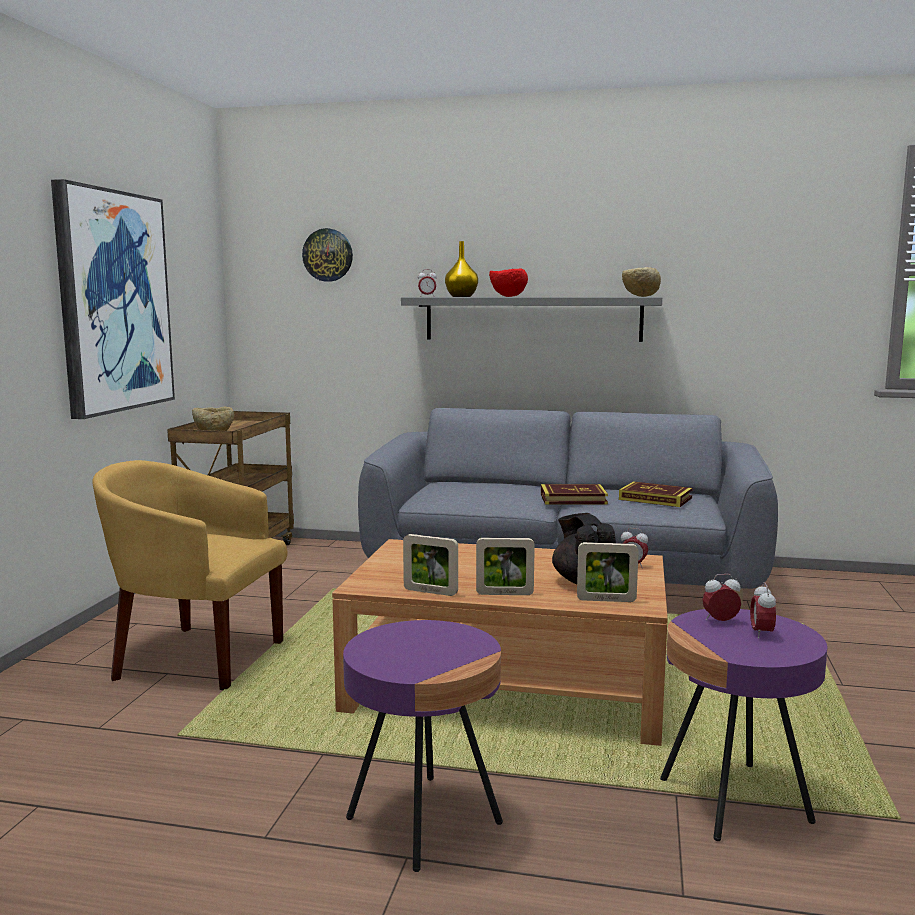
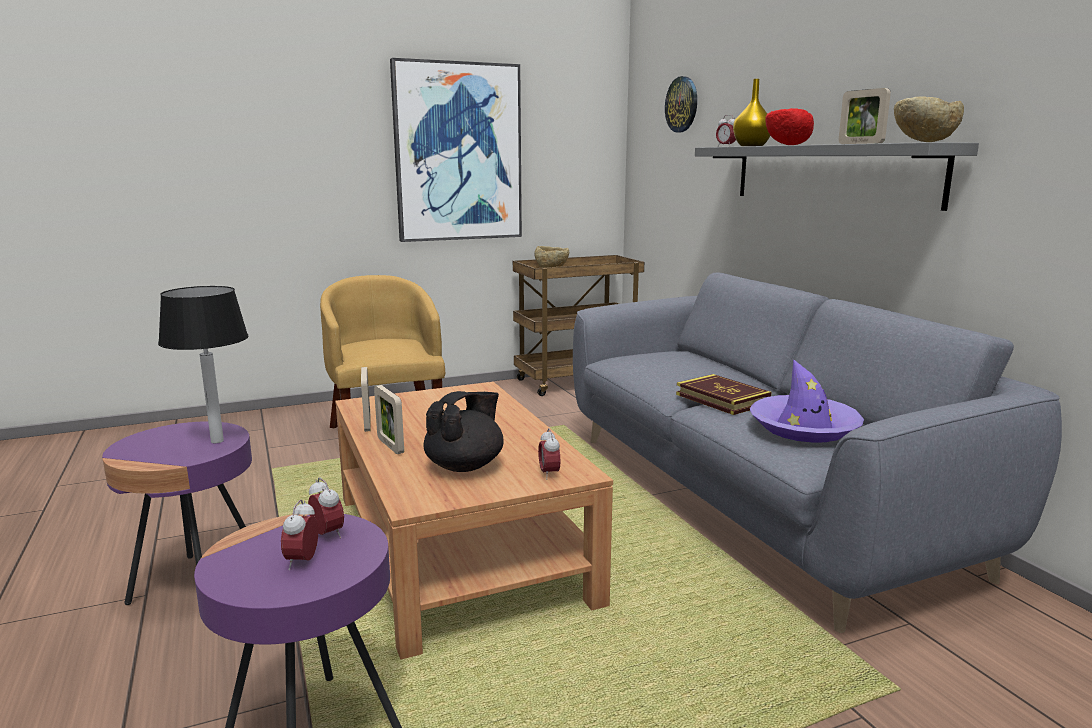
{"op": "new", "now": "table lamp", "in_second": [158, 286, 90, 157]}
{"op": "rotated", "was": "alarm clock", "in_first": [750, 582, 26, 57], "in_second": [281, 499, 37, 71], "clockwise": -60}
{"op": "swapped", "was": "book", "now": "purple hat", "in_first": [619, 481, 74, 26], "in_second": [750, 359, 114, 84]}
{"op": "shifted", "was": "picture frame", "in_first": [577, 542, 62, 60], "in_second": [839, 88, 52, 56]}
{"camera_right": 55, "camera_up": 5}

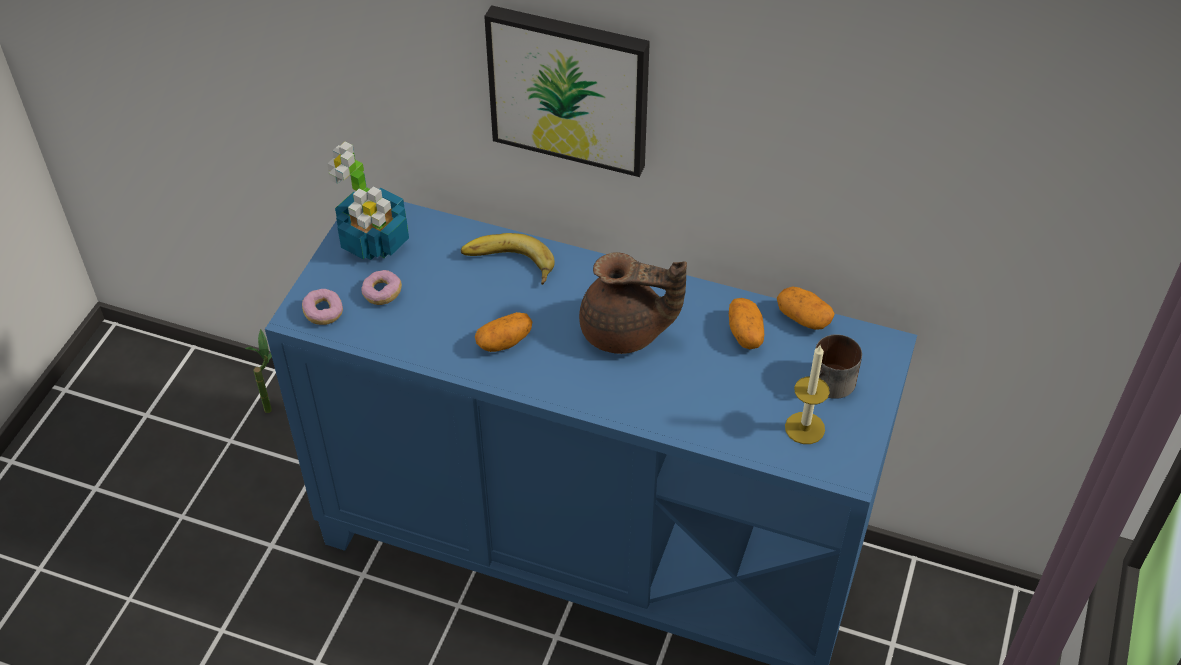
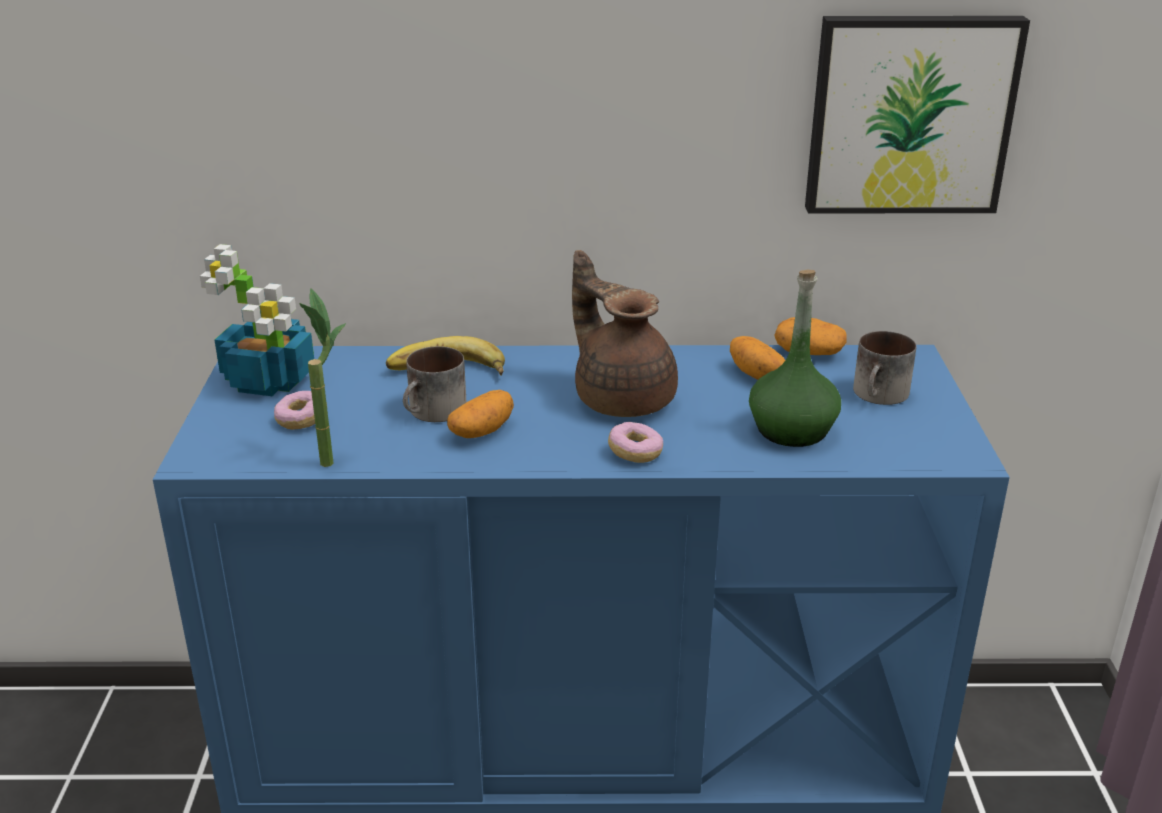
{"op": "shifted", "was": "potted plant", "in_first": [245, 329, 27, 84], "in_second": [300, 288, 46, 179]}
{"op": "new", "now": "mug", "in_second": [403, 346, 63, 76]}
{"op": "rotated", "was": "brown teapot", "in_first": [579, 252, 108, 102], "in_second": [572, 250, 106, 167], "clockwise": -120}
{"op": "shifted", "was": "donut", "in_first": [302, 289, 41, 36], "in_second": [608, 422, 55, 41]}
{"op": "new", "now": "green bottle", "in_second": [749, 270, 92, 177]}
{"op": "shifted", "was": "picture", "in_first": [484, 5, 166, 172], "in_second": [805, 16, 225, 198]}
{"op": "gone", "was": "candle", "in_first": [785, 344, 45, 100]}
{"camera_right": -20, "camera_up": -20}

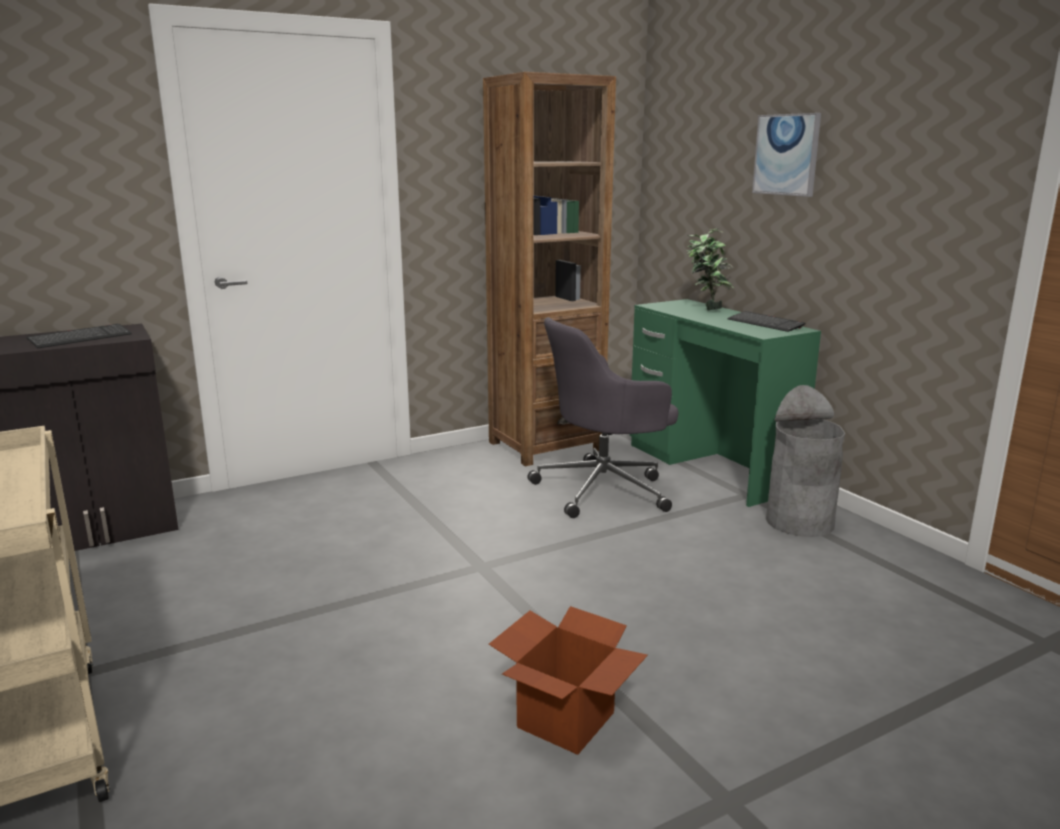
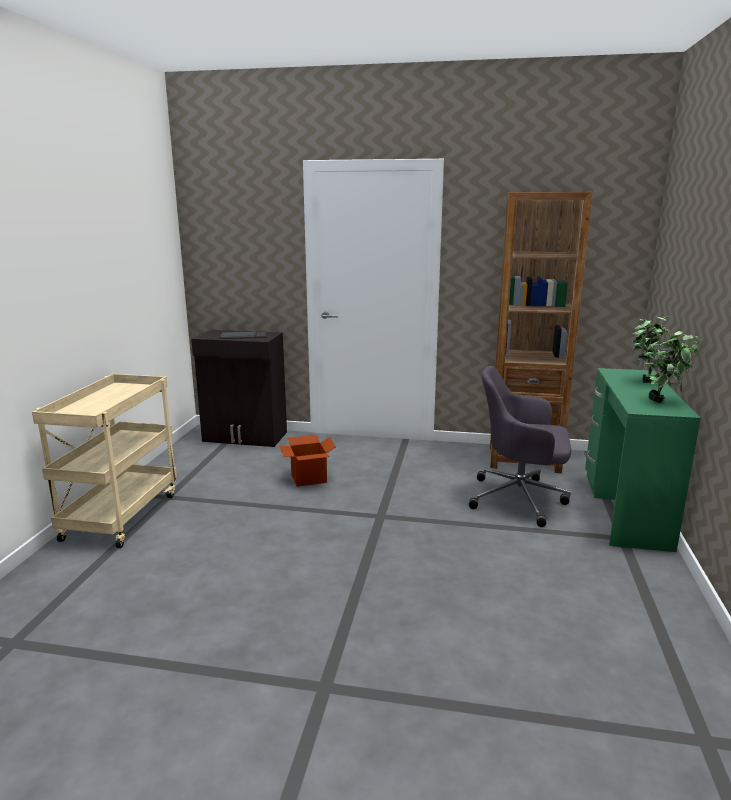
{"op": "shifted", "was": "cardboard box", "in_first": [489, 606, 159, 149], "in_second": [279, 435, 57, 52]}
{"op": "swapped", "was": "keyboard", "now": "potted plant", "in_first": [727, 311, 78, 21], "in_second": [644, 331, 58, 72]}
{"op": "gone", "was": "picture", "in_first": [752, 113, 69, 84]}
{"op": "gone", "was": "grey trash can", "in_first": [766, 385, 79, 152]}
{"camera_right": 40, "camera_up": 0}

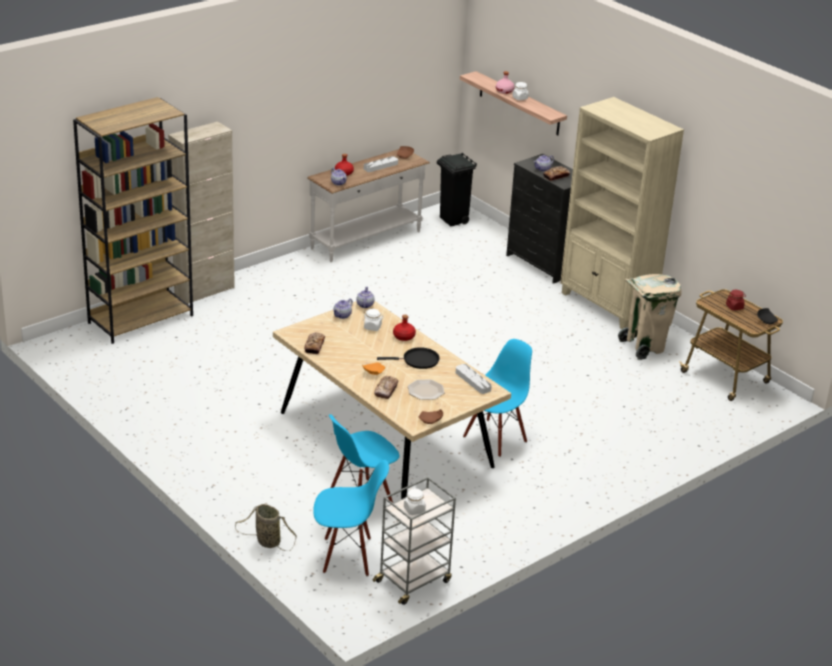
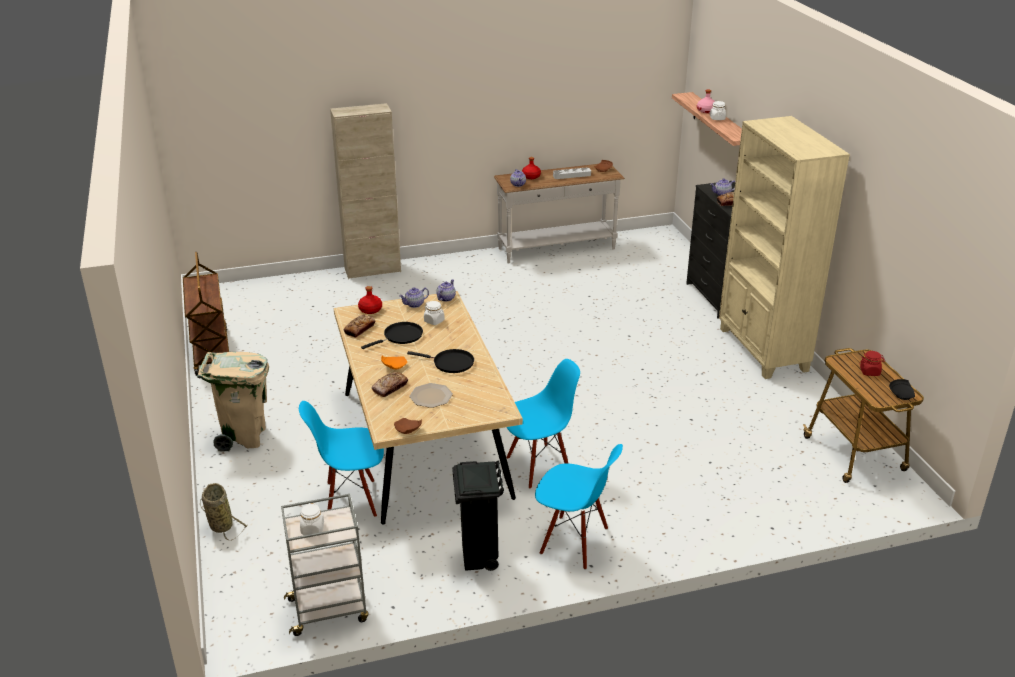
{"op": "new", "now": "brown cart", "in_second": [183, 252, 46, 124]}
{"op": "shifted", "was": "beige trash can", "in_first": [618, 274, 64, 86], "in_second": [197, 352, 72, 99]}
{"op": "shifted", "was": "red bottle", "in_first": [393, 315, 23, 26], "in_second": [358, 286, 24, 28]}
{"op": "new", "now": "black frying pan", "in_second": [361, 322, 62, 27]}
{"op": "shifted", "was": "black trash can", "in_first": [437, 153, 40, 73], "in_second": [452, 460, 52, 111]}
{"op": "shifted", "was": "blue chair", "in_first": [313, 460, 76, 117], "in_second": [535, 444, 88, 126]}
{"op": "gone", "was": "brown bookcase", "in_first": [73, 97, 120, 247]}
{"op": "gone", "was": "grey tray", "in_first": [456, 364, 36, 30]}
{"camera_right": 25, "camera_up": 0}

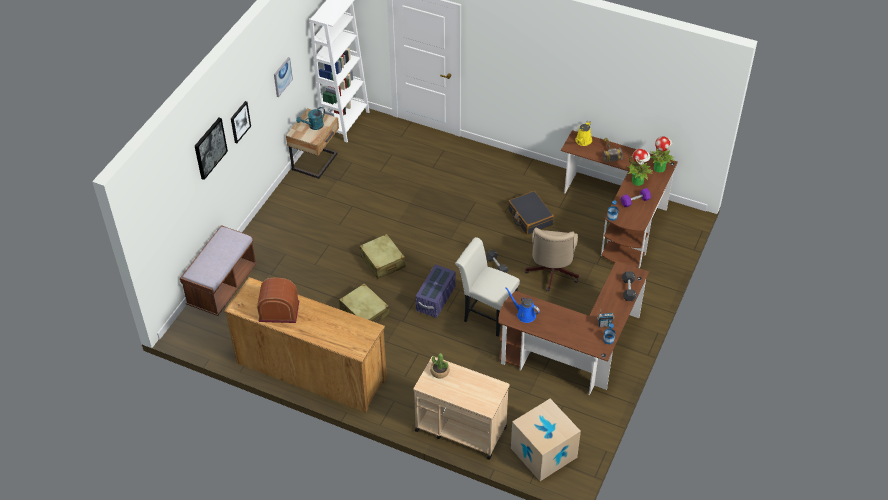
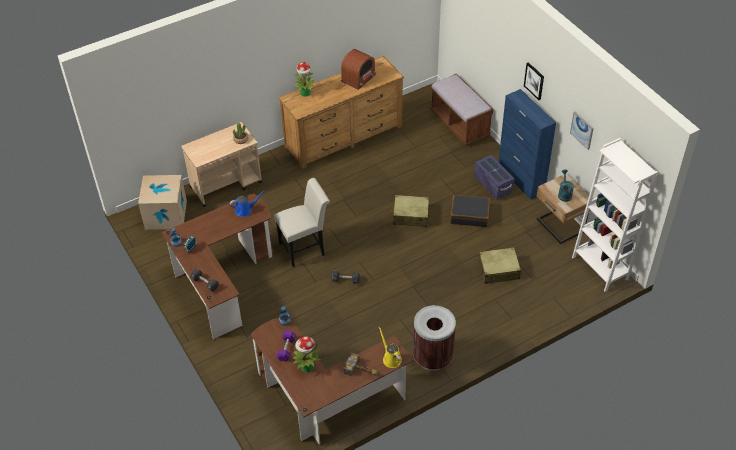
{"op": "shifted", "was": "potted plant", "in_first": [649, 136, 26, 37], "in_second": [294, 62, 21, 35]}
{"op": "new", "now": "brown trash can", "in_second": [413, 305, 43, 66]}
{"op": "shifted", "was": "black suitcase", "in_first": [508, 191, 46, 44], "in_second": [450, 195, 40, 32]}
{"op": "shifted", "was": "purple storage box", "in_first": [416, 264, 40, 54], "in_second": [474, 155, 41, 45]}
{"op": "shifted", "was": "beige suitcase", "in_first": [339, 283, 50, 40], "in_second": [479, 247, 42, 37]}
{"op": "new", "now": "blue cabinet", "in_second": [498, 89, 58, 111]}
{"op": "gone", "was": "picture", "in_first": [195, 118, 33, 62]}
{"op": "gone", "was": "beige office chair", "in_first": [525, 228, 54, 64]}
{"camera_right": 125, "camera_up": 0}

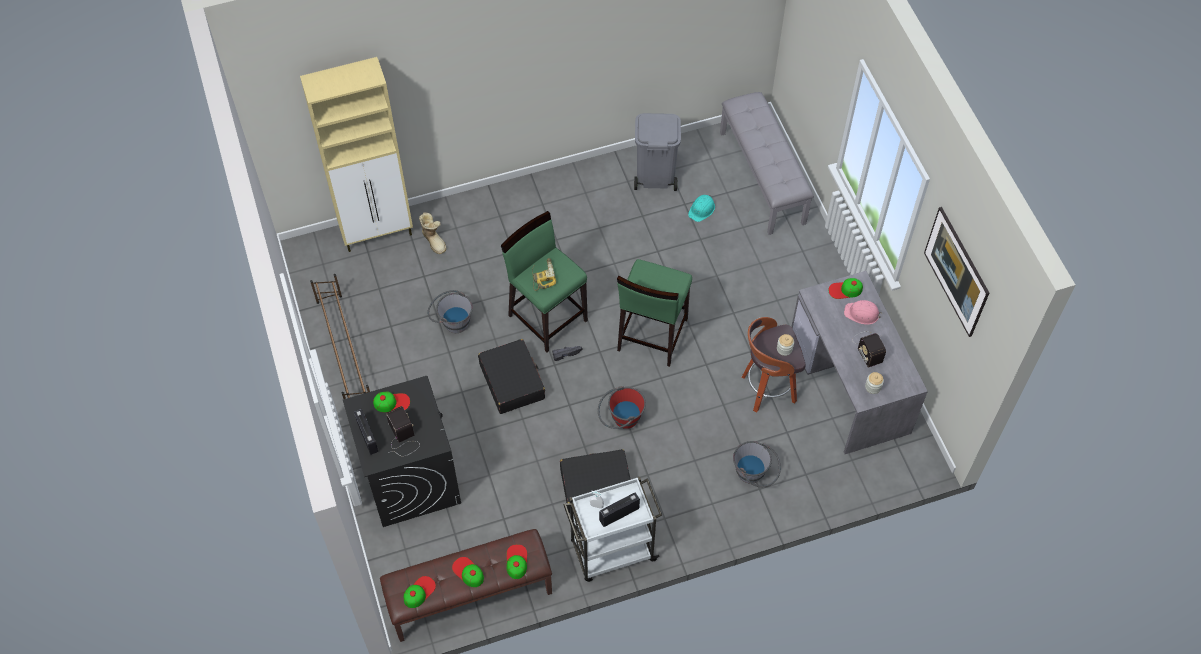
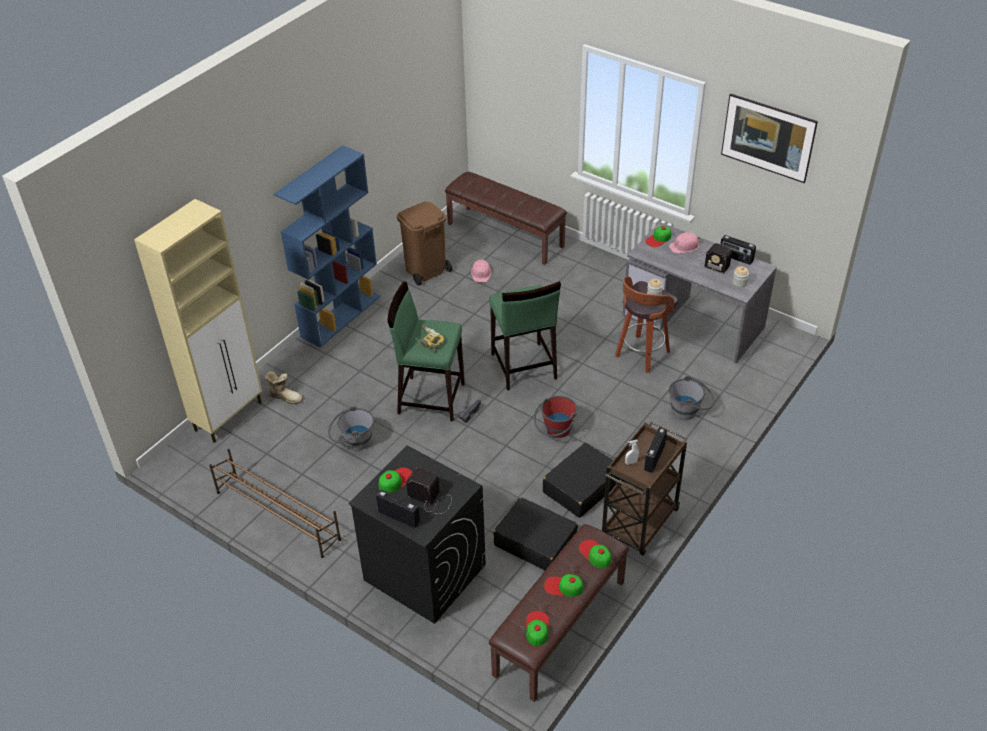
{"op": "new", "now": "blue bookcase", "in_second": [274, 145, 107, 202]}
{"op": "repainted", "was": "grey trash can", "now": "brown trash can", "in_first": [634, 113, 47, 78], "in_second": [397, 201, 55, 85]}
{"op": "repainted", "was": "grey bench", "now": "brown bench", "in_first": [720, 92, 94, 143], "in_second": [445, 172, 122, 93]}
{"op": "repainted", "was": "turquoise hard hat", "now": "pink hard hat", "in_first": [688, 195, 27, 27], "in_second": [471, 259, 20, 23]}
{"op": "shifted", "was": "black suitcase", "in_first": [478, 339, 67, 75], "in_second": [493, 497, 85, 73]}
{"op": "repainted", "was": "white cart", "now": "brown cart", "in_first": [563, 477, 99, 105], "in_second": [602, 421, 85, 135]}
{"op": "new", "now": "radio", "in_second": [721, 235, 35, 30]}
{"camera_right": -35, "camera_up": -15}

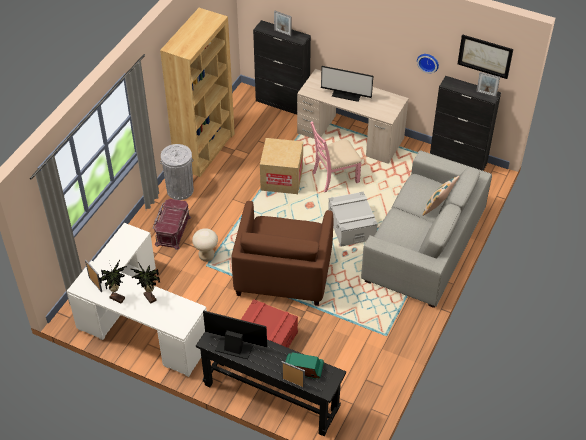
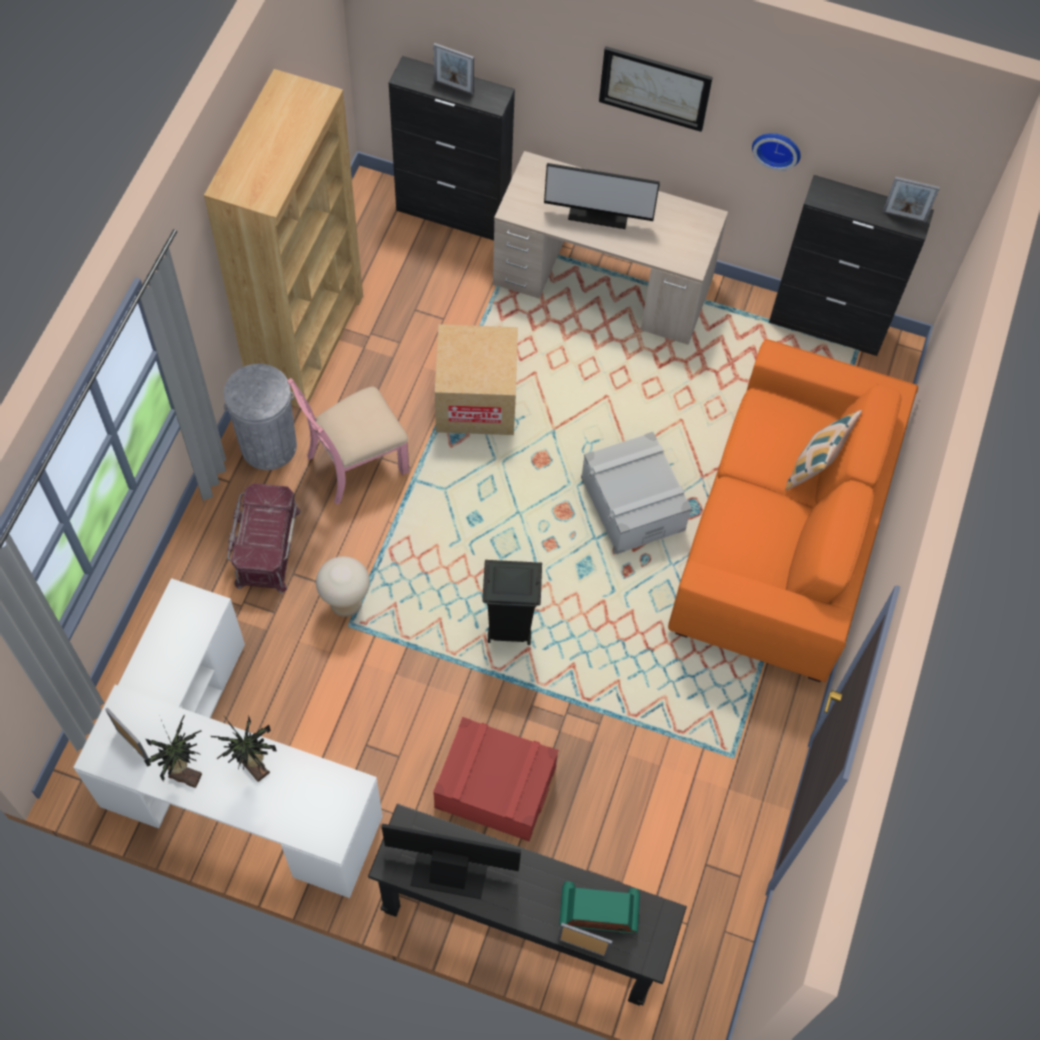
{"op": "shifted", "was": "pink chair", "in_first": [310, 121, 52, 71], "in_second": [287, 378, 122, 127]}
{"op": "swapped", "was": "brown armchair", "now": "black trash can", "in_first": [231, 201, 103, 105], "in_second": [482, 560, 60, 85]}
{"op": "shifted", "was": "picture", "in_first": [458, 34, 55, 45], "in_second": [599, 46, 114, 86]}
{"op": "repainted", "was": "grey sofa", "now": "orange sofa", "in_first": [361, 150, 131, 158], "in_second": [668, 339, 250, 343]}
{"camera_right": -10, "camera_up": 15}

